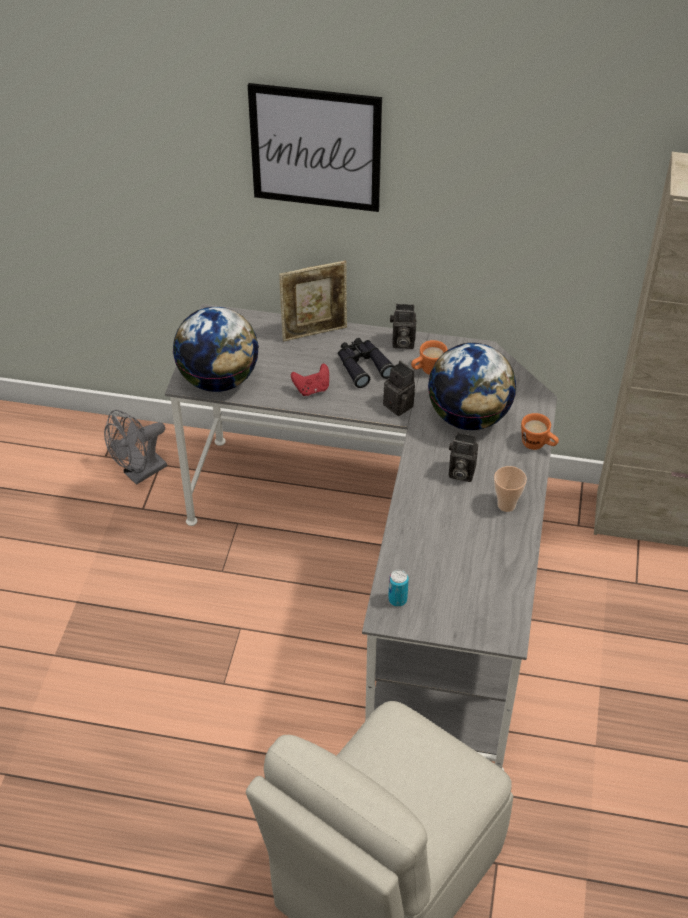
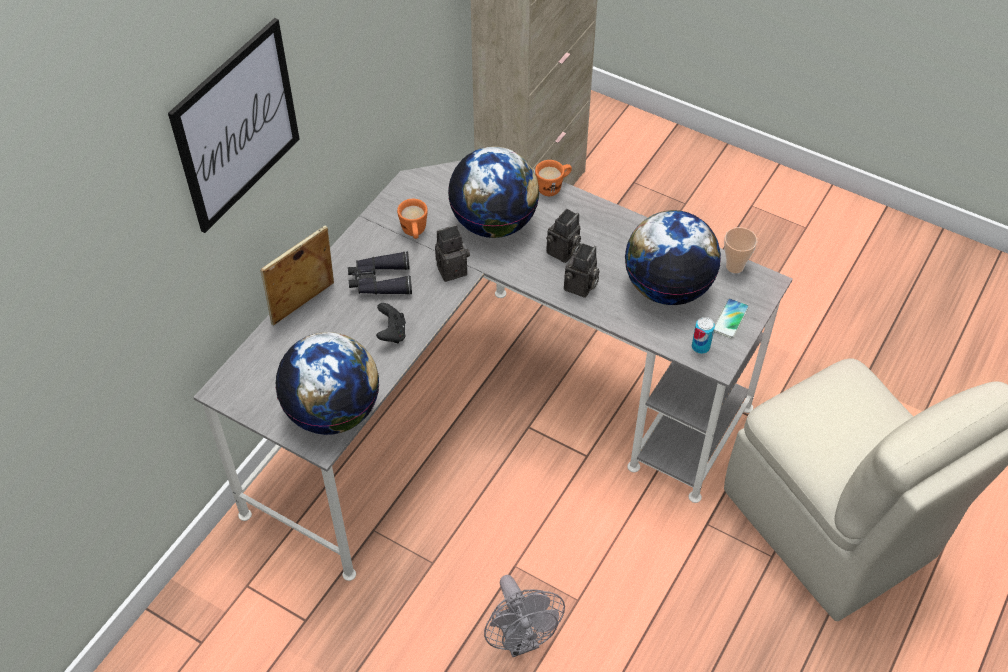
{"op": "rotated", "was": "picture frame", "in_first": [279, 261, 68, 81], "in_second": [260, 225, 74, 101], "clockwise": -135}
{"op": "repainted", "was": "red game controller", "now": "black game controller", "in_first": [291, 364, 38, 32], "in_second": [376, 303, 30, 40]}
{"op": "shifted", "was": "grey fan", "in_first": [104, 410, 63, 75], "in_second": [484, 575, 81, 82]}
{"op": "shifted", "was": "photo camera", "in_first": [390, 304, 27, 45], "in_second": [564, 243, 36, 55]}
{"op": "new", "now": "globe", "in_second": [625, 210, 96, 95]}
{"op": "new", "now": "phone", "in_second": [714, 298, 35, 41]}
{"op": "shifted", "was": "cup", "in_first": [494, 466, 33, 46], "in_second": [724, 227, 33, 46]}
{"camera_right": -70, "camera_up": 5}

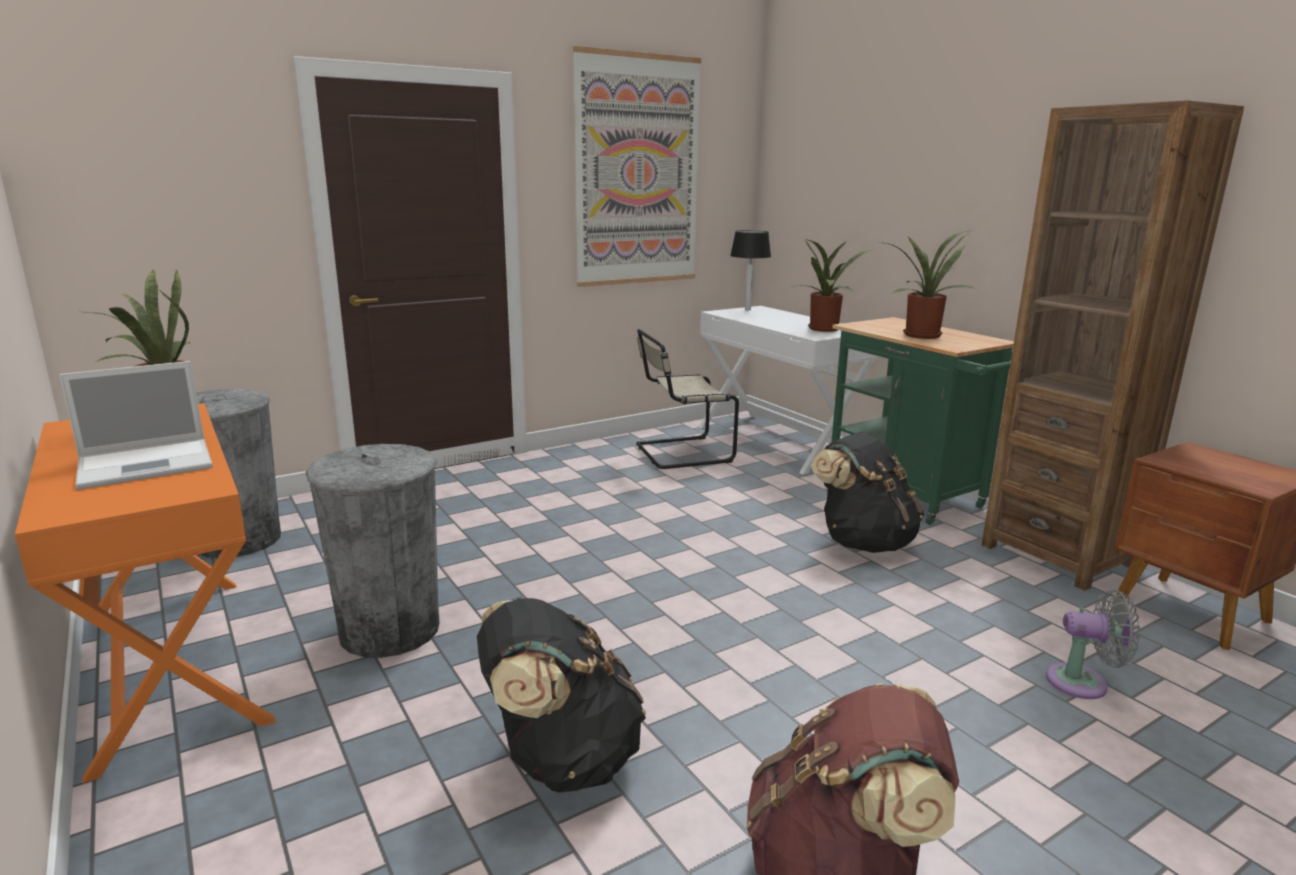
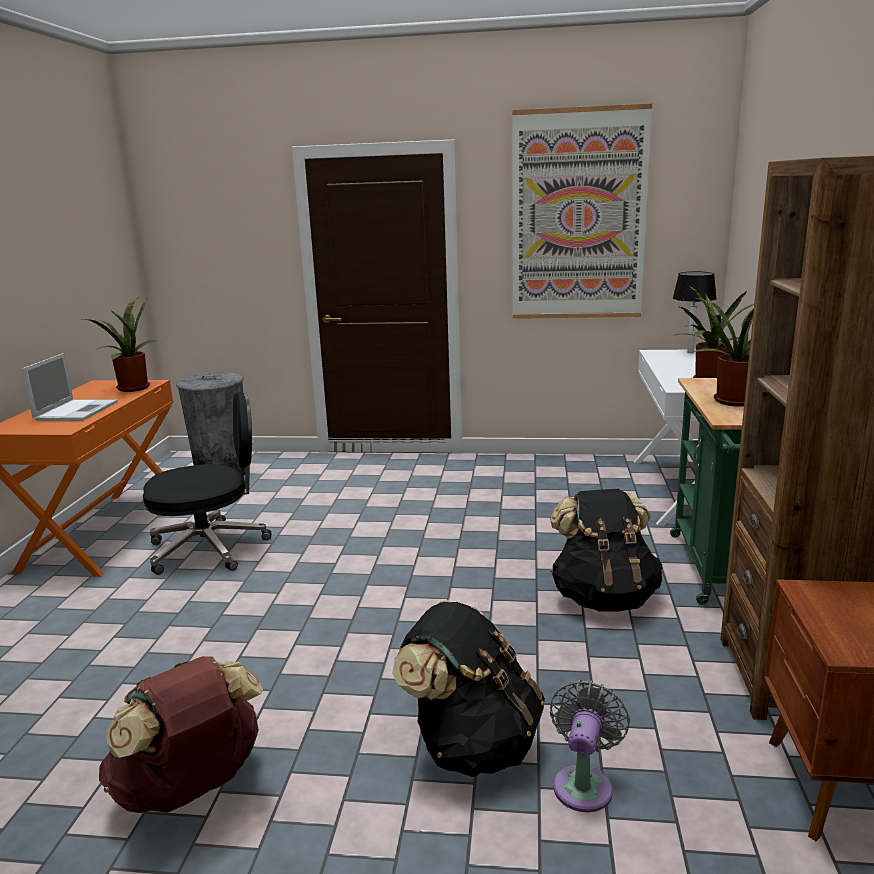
{"op": "rotated", "was": "laptop", "in_first": [59, 361, 154, 129], "in_second": [22, 353, 96, 68], "clockwise": -90}
{"op": "swapped", "was": "grey trash can", "now": "black office chair", "in_first": [306, 444, 134, 214], "in_second": [143, 392, 128, 183]}
{"op": "shifted", "was": "black backpack", "in_first": [477, 598, 169, 195], "in_second": [392, 600, 153, 177]}
{"op": "rotated", "was": "grey fan", "in_first": [1046, 590, 94, 109], "in_second": [550, 680, 80, 132], "clockwise": -120}
{"op": "gone", "was": "beige chair", "in_first": [636, 329, 103, 140]}
{"camera_right": 40, "camera_up": 0}

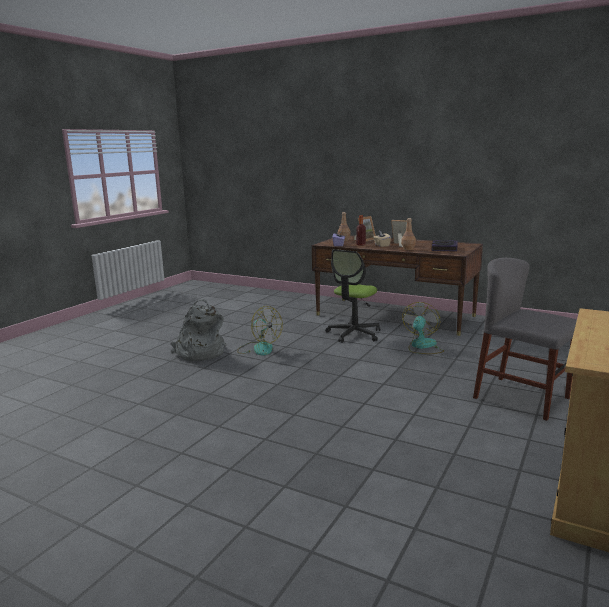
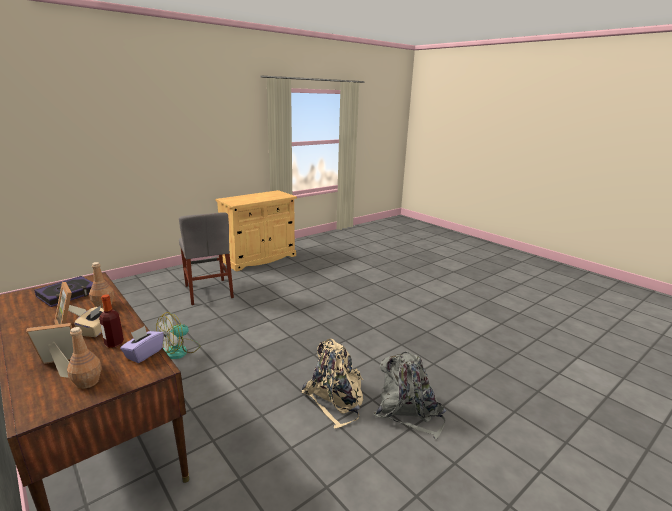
{"op": "swapped", "was": "fan", "now": "beige backpack", "in_first": [237, 306, 46, 50], "in_second": [302, 339, 61, 90]}
{"op": "gone", "was": "office chair", "in_first": [325, 249, 55, 94]}
{"camera_right": -160, "camera_up": 5}

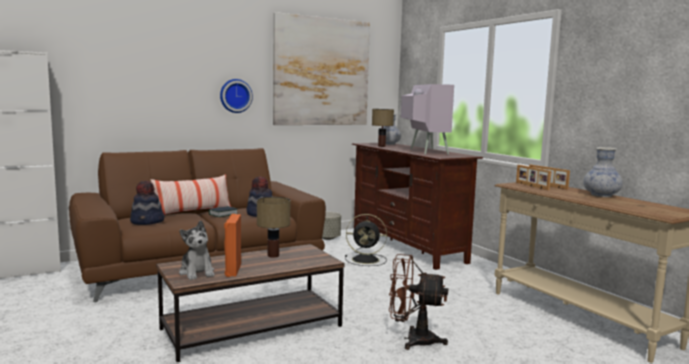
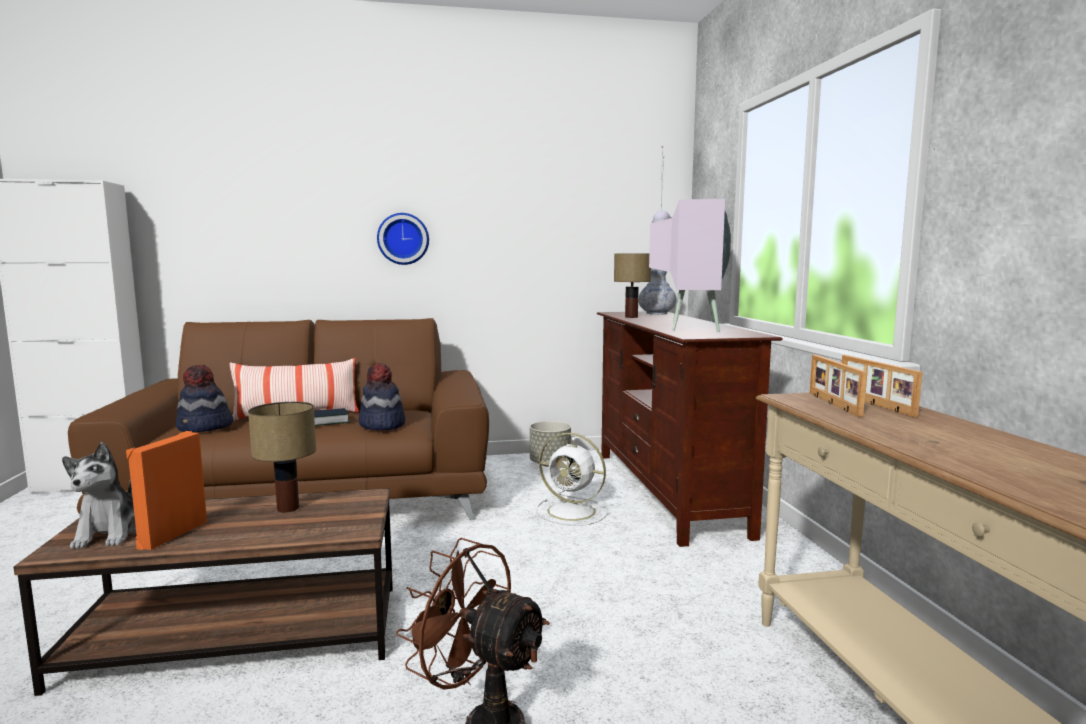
{"op": "repainted", "was": "black fan", "now": "white fan", "in_first": [345, 214, 42, 52], "in_second": [536, 433, 73, 93]}
{"op": "gone", "was": "picture", "in_first": [273, 12, 97, 113]}
{"op": "gone", "was": "vase", "in_first": [584, 147, 39, 50]}
{"camera_right": 20, "camera_up": 0}

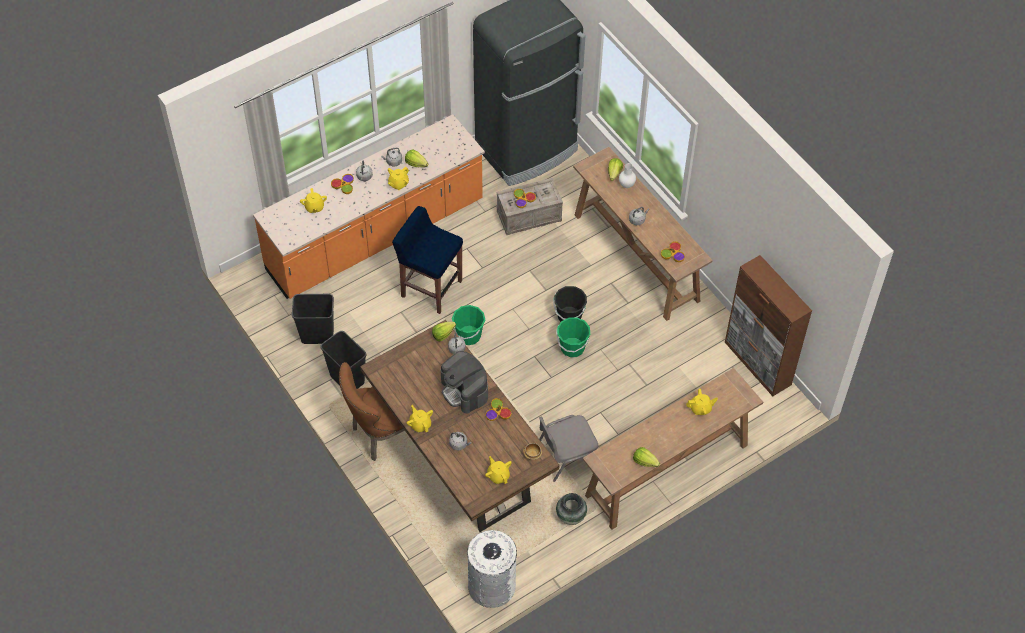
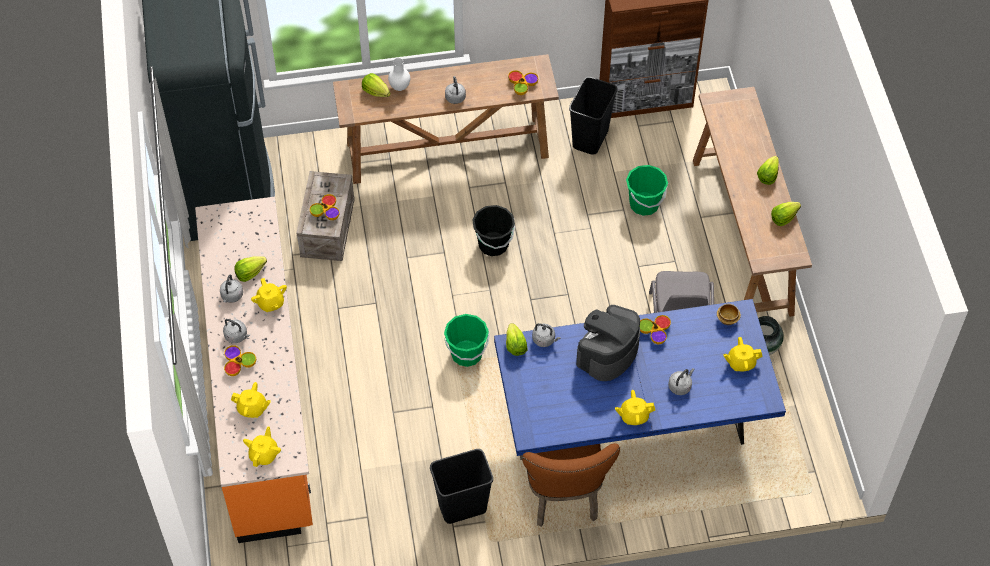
{"op": "shifted", "was": "yellow teapot", "in_first": [686, 389, 32, 26], "in_second": [243, 426, 38, 41]}
{"op": "repainted", "was": "brown dining table", "now": "blue dining table", "in_first": [360, 320, 200, 212], "in_second": [494, 299, 292, 157]}
{"op": "shifted", "was": "black trash can", "in_first": [292, 294, 42, 50], "in_second": [569, 77, 48, 78]}
{"op": "rotated", "was": "coffee machine", "in_first": [441, 351, 47, 62], "in_second": [576, 305, 64, 76], "clockwise": 135}
{"op": "shifted", "was": "green bucket", "in_first": [556, 317, 34, 40], "in_second": [626, 165, 42, 51]}
{"op": "new", "now": "lettuce", "in_second": [757, 156, 22, 29]}
{"op": "gone", "was": "blue stool", "in_first": [392, 206, 71, 108]}
{"op": "gone", "was": "white trash can", "in_first": [467, 530, 50, 78]}
{"camera_right": -65, "camera_up": 0}

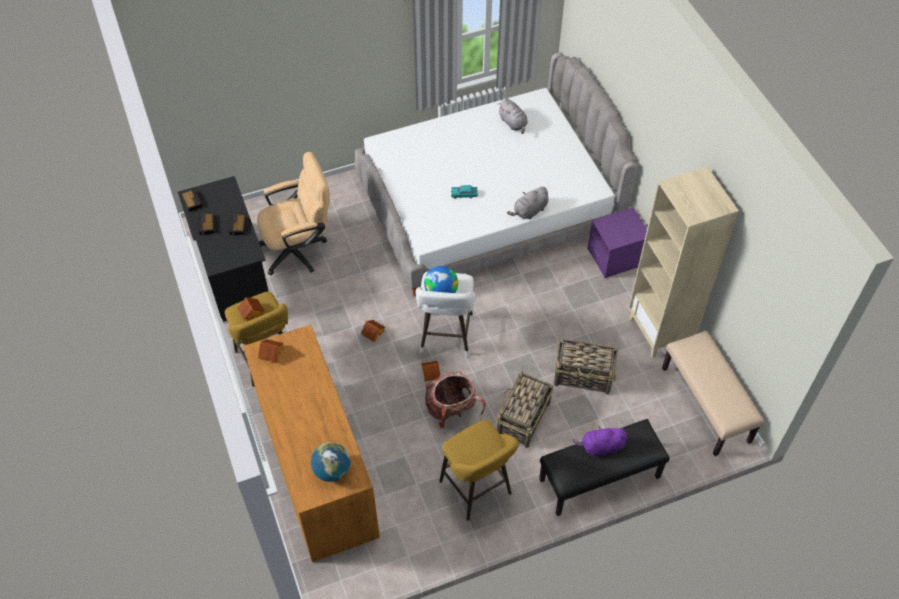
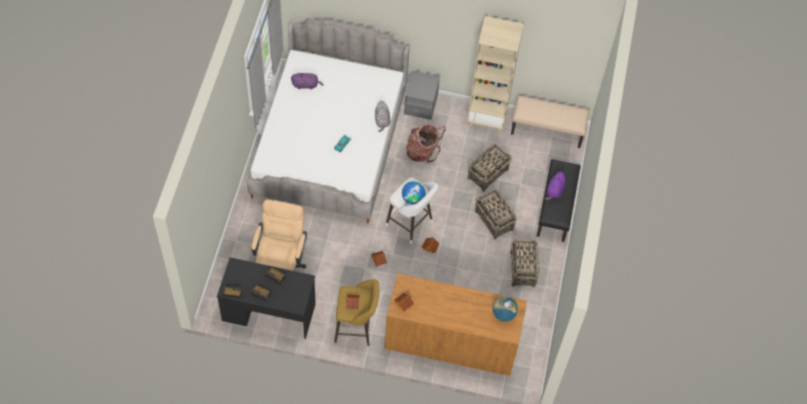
{"op": "repainted", "was": "grey plush toy", "now": "purple plush toy", "in_first": [499, 98, 29, 36], "in_second": [291, 73, 33, 16]}
{"op": "repainted", "was": "purple nightstand", "now": "grey nightstand", "in_first": [587, 207, 60, 71], "in_second": [404, 71, 36, 49]}
{"op": "shifted", "was": "backpack", "in_first": [425, 371, 61, 57], "in_second": [406, 124, 40, 39]}
{"op": "swapped", "was": "yellow stool", "now": "basket", "in_first": [439, 420, 80, 101], "in_second": [510, 239, 29, 48]}
{"camera_right": -60, "camera_up": 5}

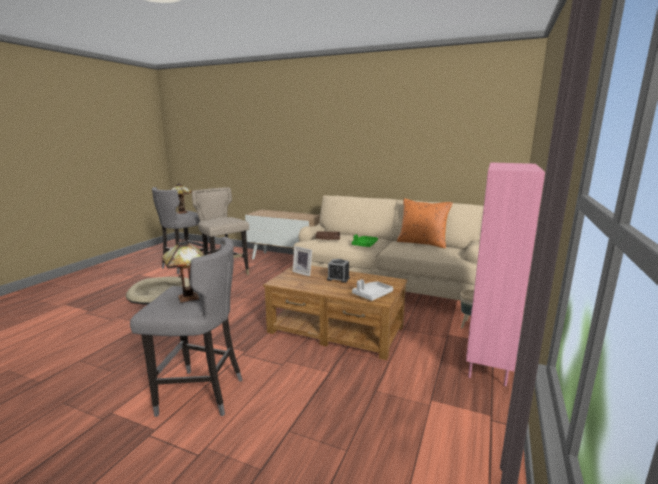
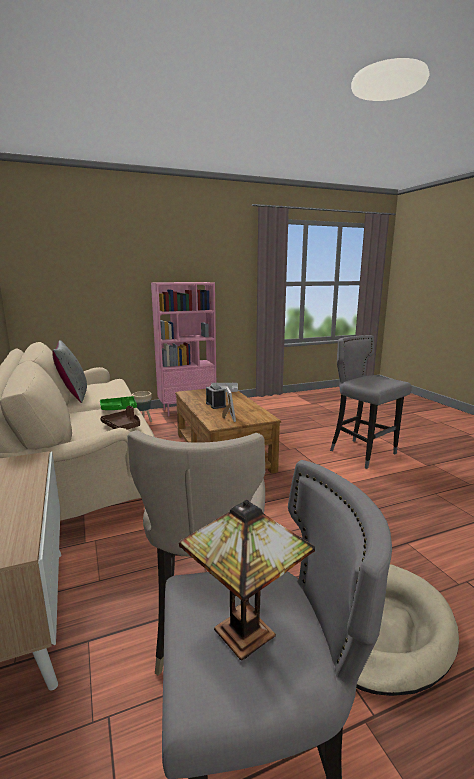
{"op": "repainted", "was": "orange pillow", "now": "grey pillow", "in_first": [397, 199, 56, 49], "in_second": [52, 340, 35, 63]}
{"op": "gone", "was": "table lamp", "in_first": [162, 239, 42, 64]}
{"camera_right": -135, "camera_up": 0}

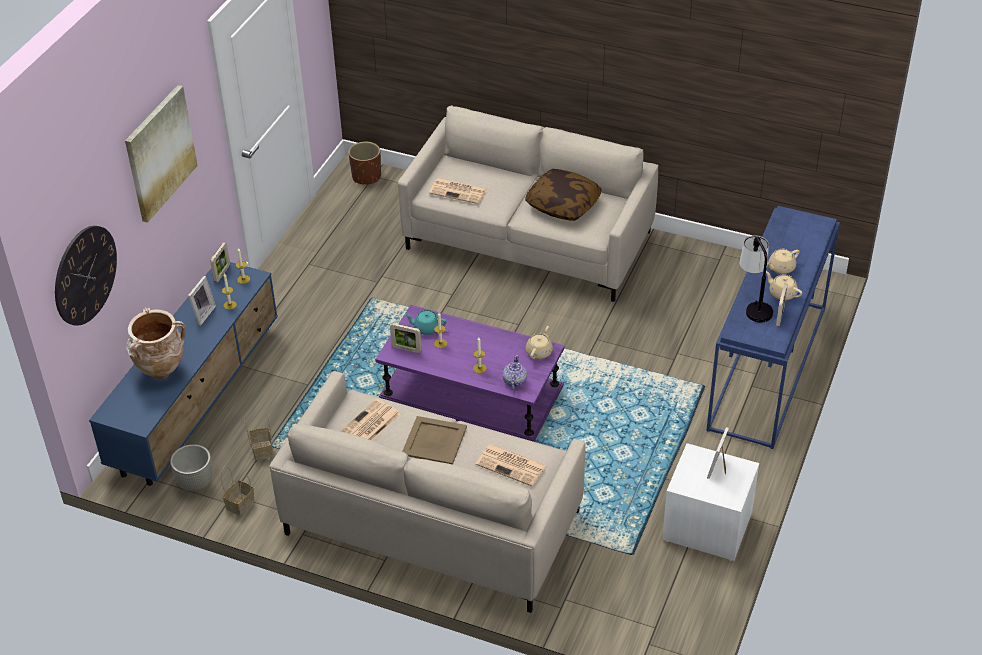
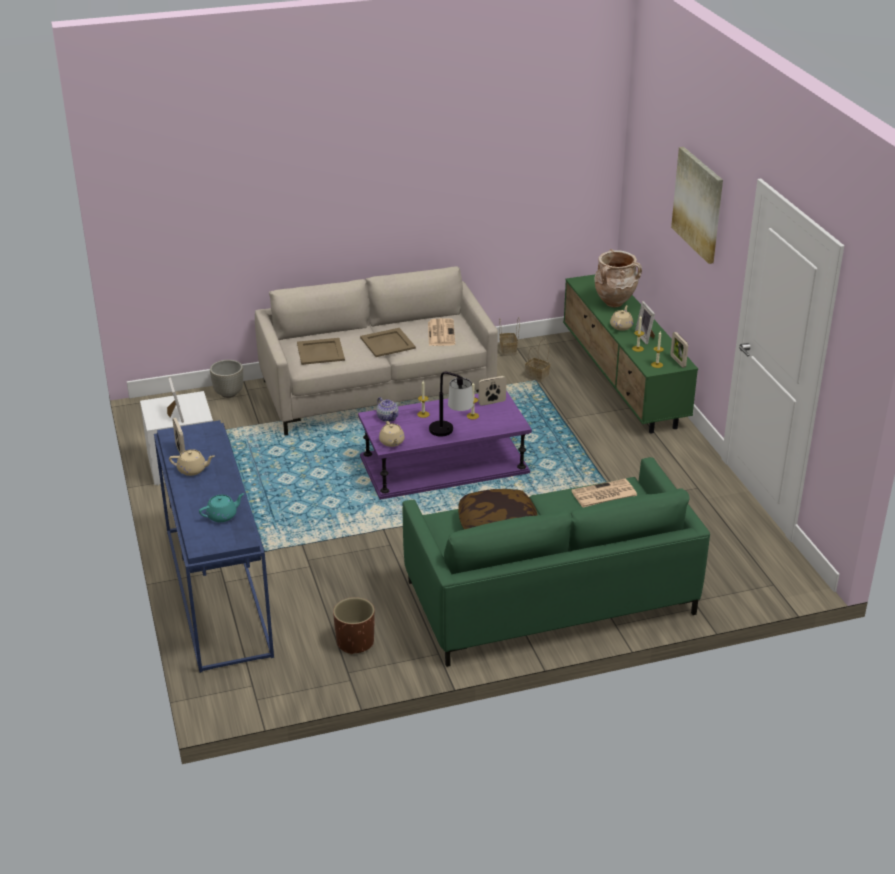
{"op": "shifted", "was": "turquoise teapot", "in_first": [404, 310, 43, 25], "in_second": [199, 493, 46, 29]}
{"op": "shifted", "was": "grey planter", "in_first": [170, 444, 42, 47], "in_second": [210, 360, 33, 38]}
{"op": "swapped", "was": "newspaper", "now": "beige tray", "in_first": [476, 444, 71, 42], "in_second": [297, 338, 48, 27]}
{"op": "shifted", "was": "brown planter", "in_first": [348, 142, 33, 43], "in_second": [333, 597, 42, 58]}
{"op": "repainted", "was": "beige sofa", "now": "green sofa", "in_first": [398, 105, 261, 197], "in_second": [402, 457, 308, 210]}
{"op": "shifted", "was": "table lamp", "in_first": [739, 235, 34, 87], "in_second": [429, 372, 45, 64]}
{"op": "repainted", "was": "blue tv stand", "now": "green tv stand", "in_first": [89, 262, 189, 224], "in_second": [563, 274, 135, 159]}
{"op": "shifted", "was": "beige teapot", "in_first": [768, 249, 32, 25], "in_second": [610, 305, 23, 26]}
{"op": "gone", "was": "wall clock", "in_first": [55, 226, 62, 100]}
{"camera_right": 140, "camera_up": -10}

